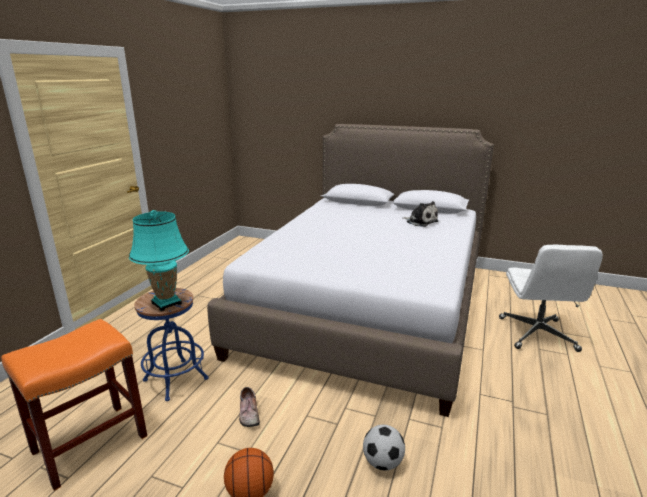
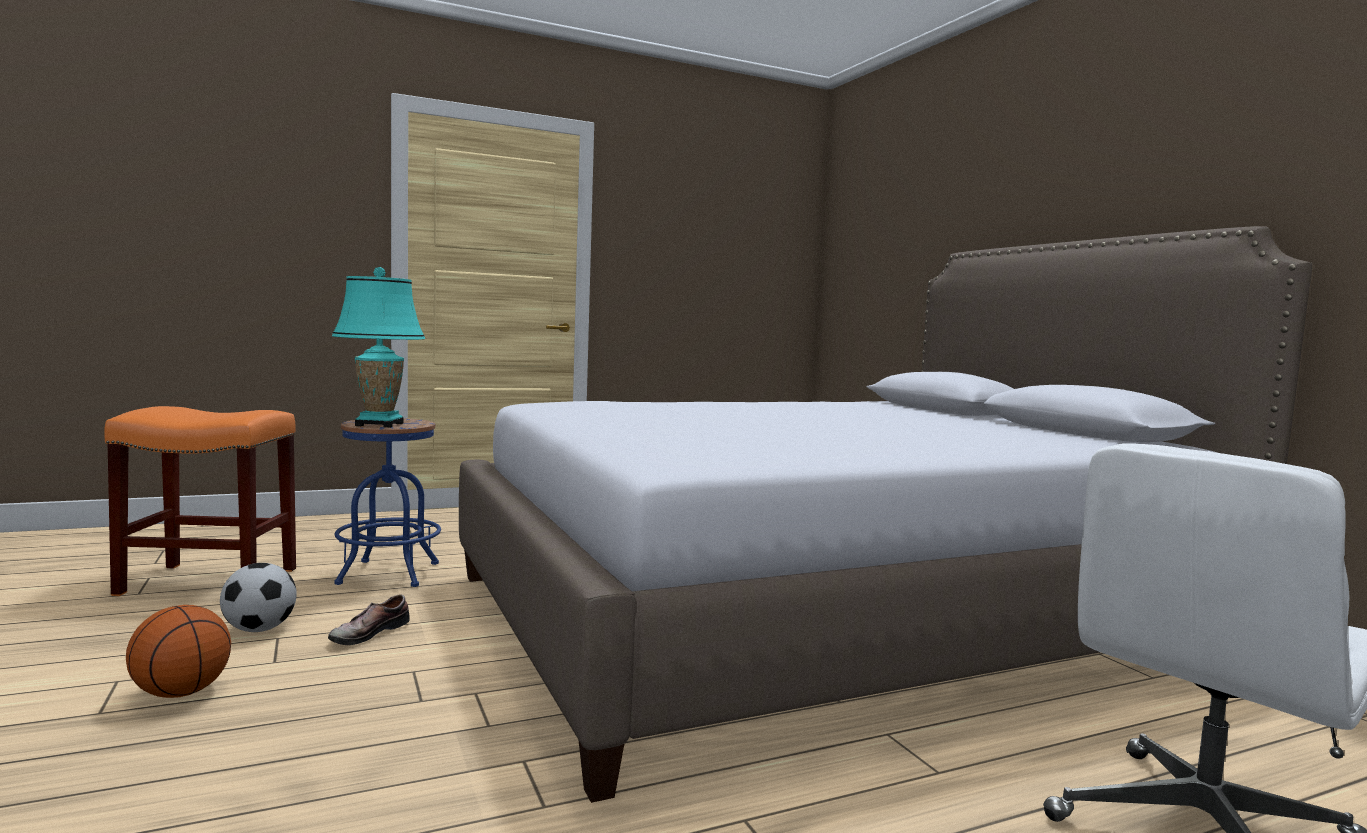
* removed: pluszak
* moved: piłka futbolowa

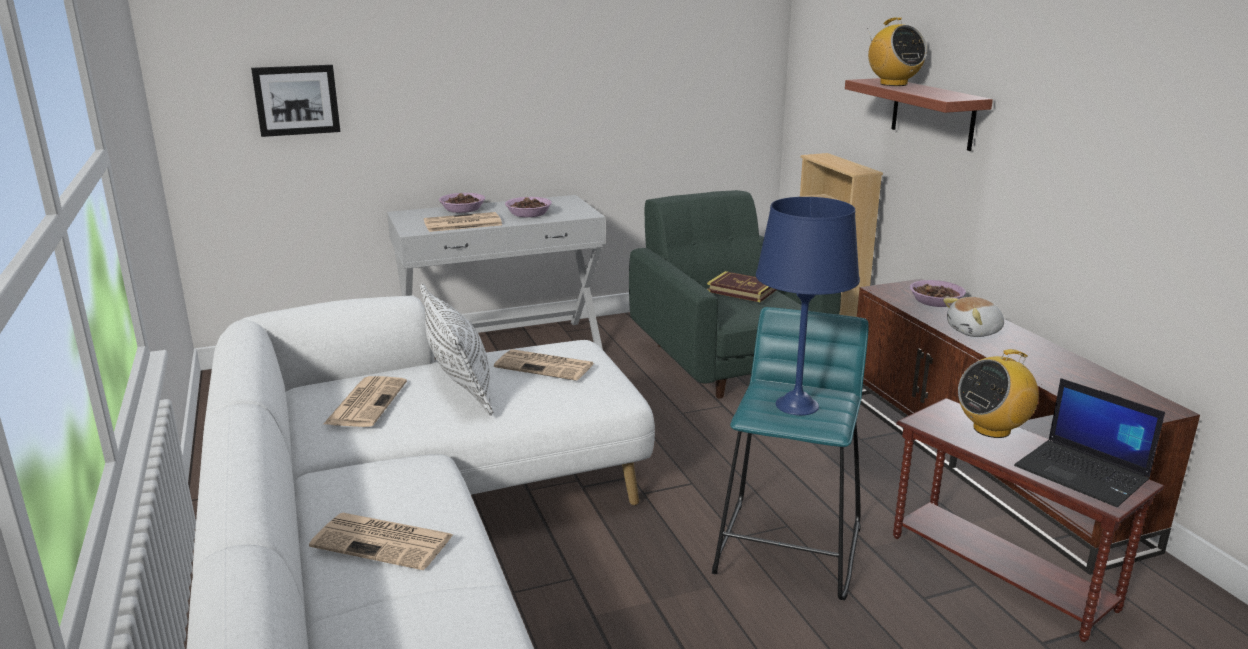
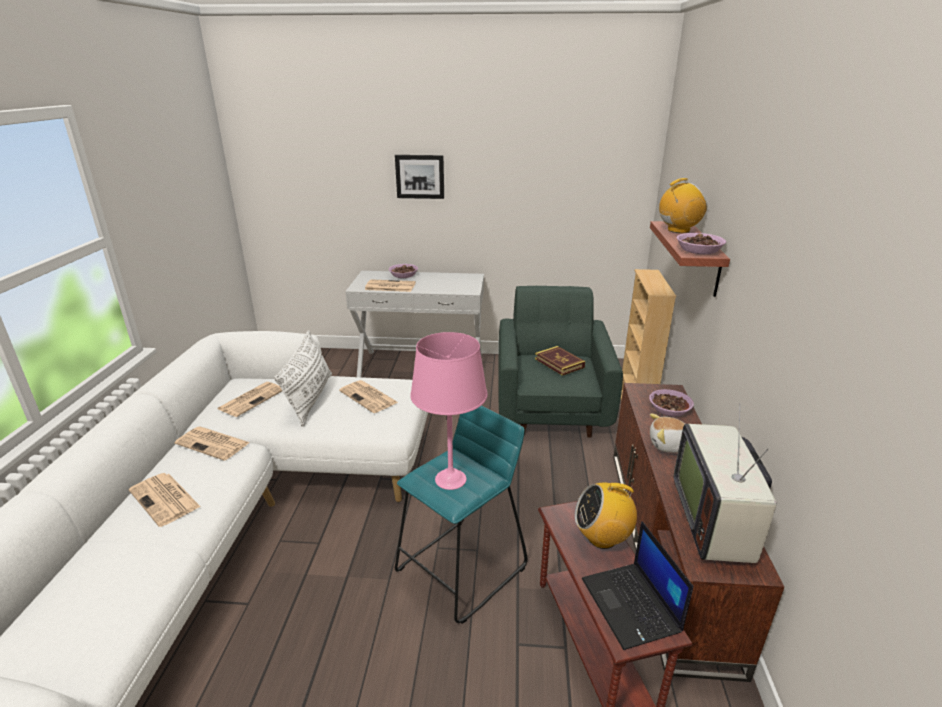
* added: gazeta (2nd from left)
* added: telewizor
* moved: obraz
* moved: miska (2nd from left in the first image) to miska (3rd from left)
* recoloured: lampa stołowa (niebieski) to lampa stołowa (różowy)
* turned: radio (1st from left in the first image) 105 degrees counterclockwise

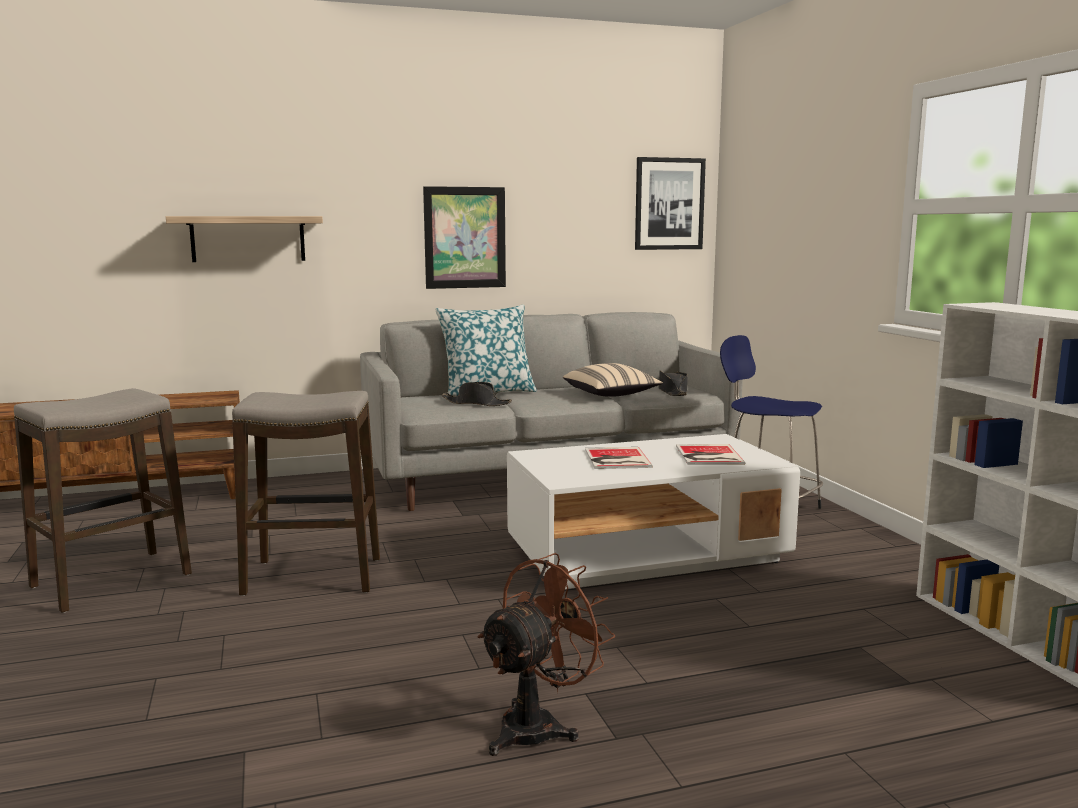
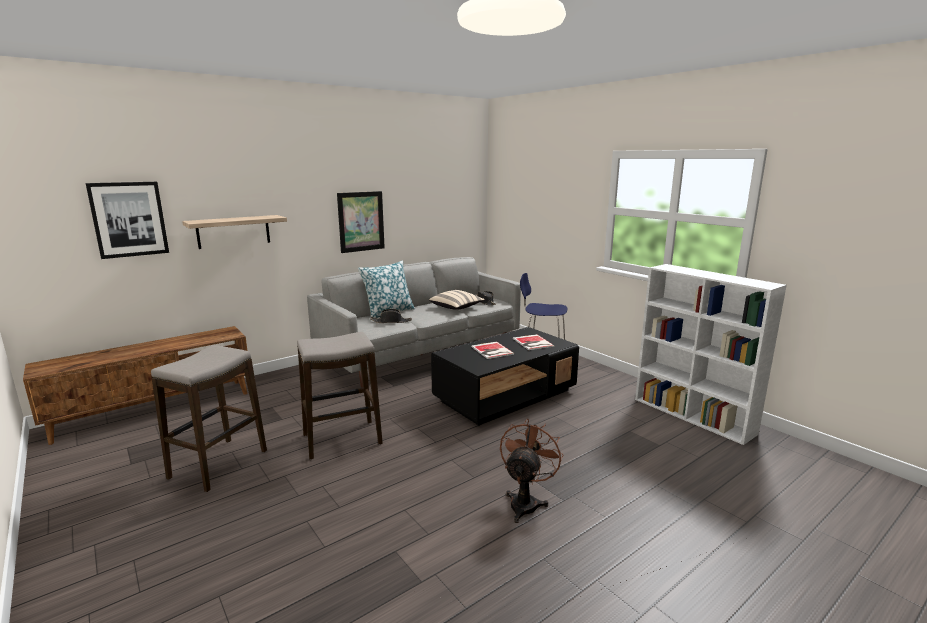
* moved: obraz (2nd from left in the first image) to obraz (1st from left)
* recoloured: ława (biały) to ława (czarny)

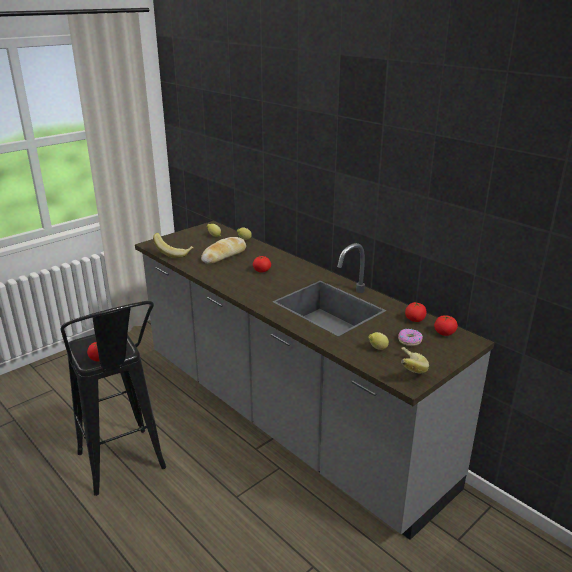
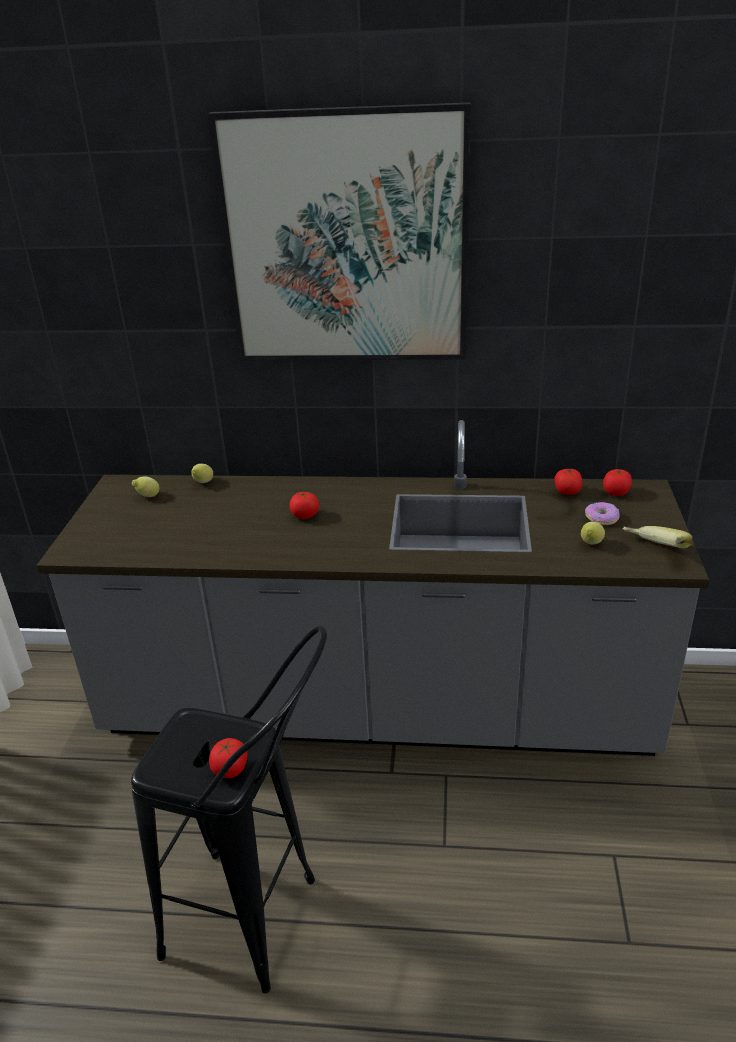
* removed: banan (1st from left)
* removed: chleb
* added: obraz

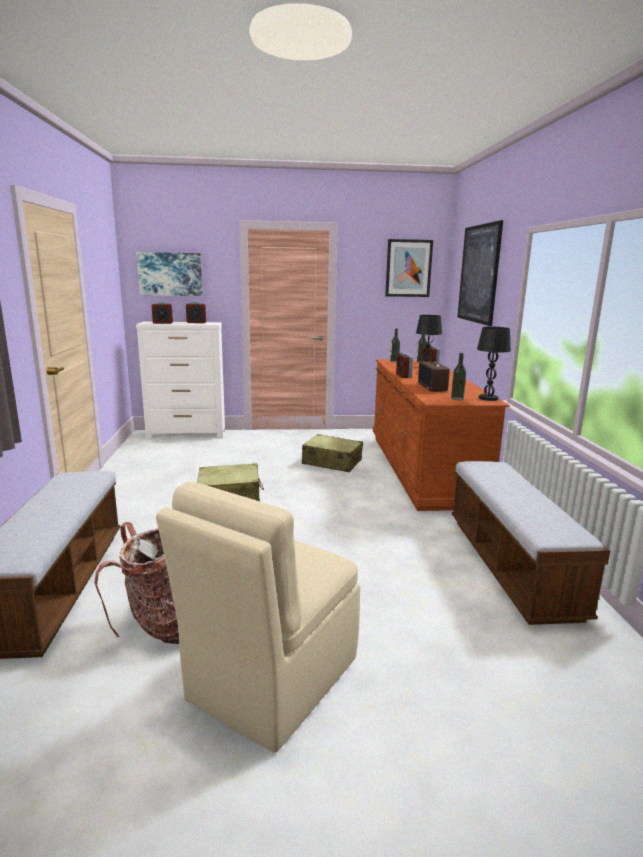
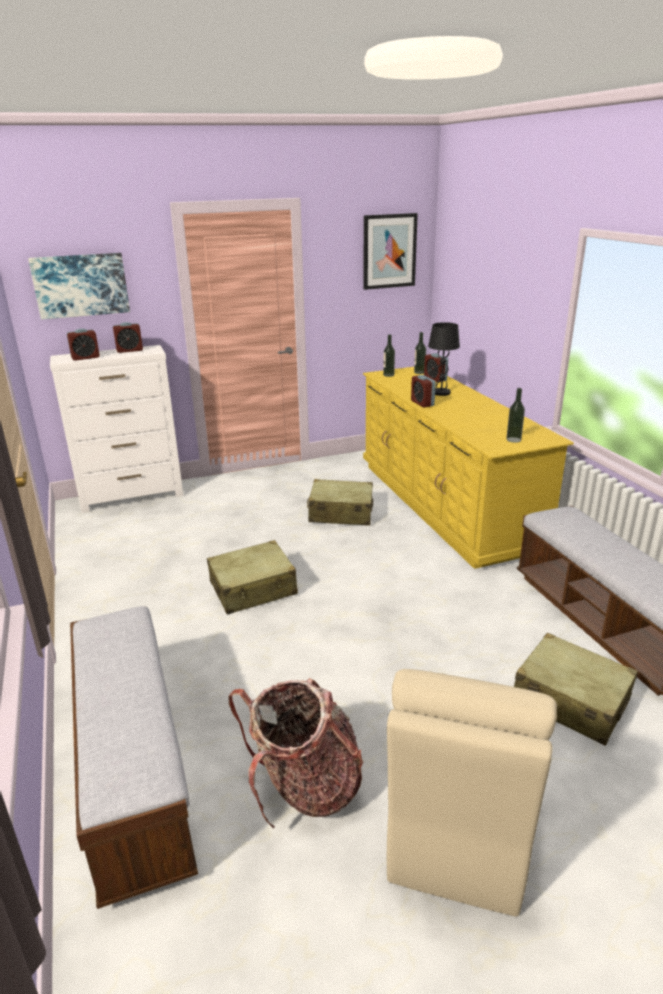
* removed: radio
* removed: obraz (3rd from left)
* removed: lampa stołowa (czarny) (2nd from left)
* added: walizka (beżowy) (3rd from left)
* recoloured: komoda (brązowy) to komoda (żółty)

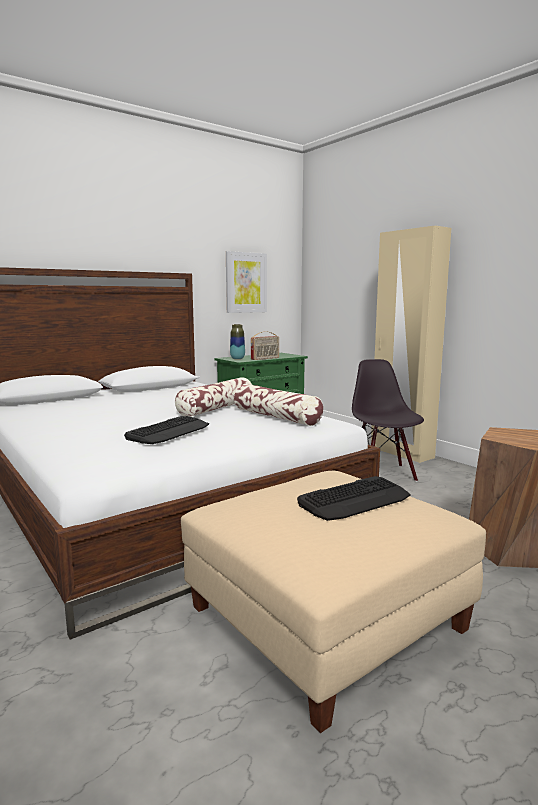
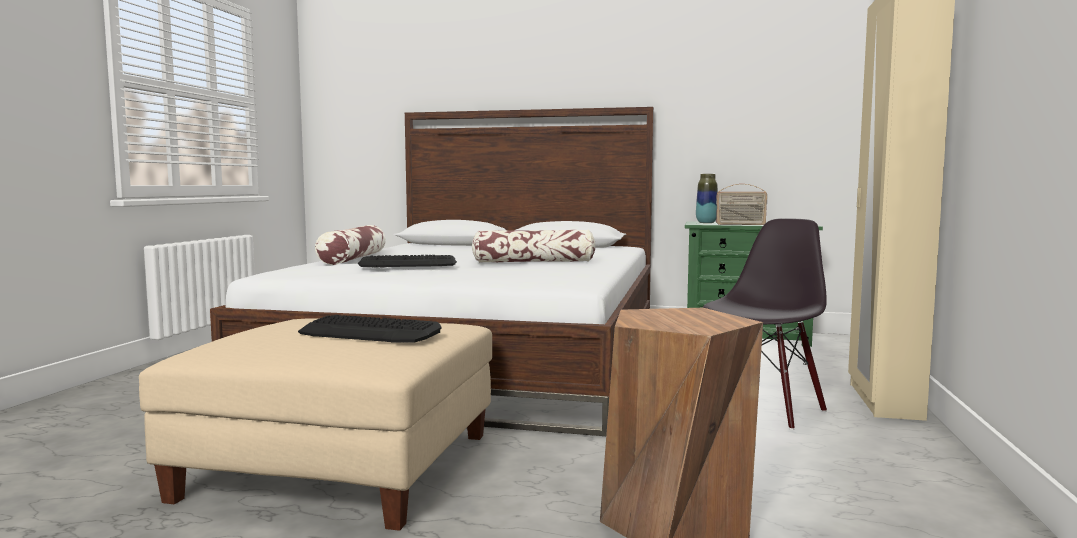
* removed: obraz
* moved: poduszka (2nd from left in the first image) to poduszka (1st from left)

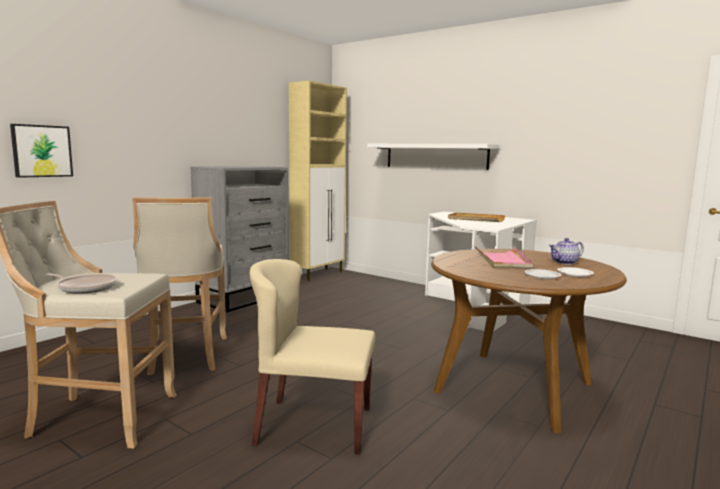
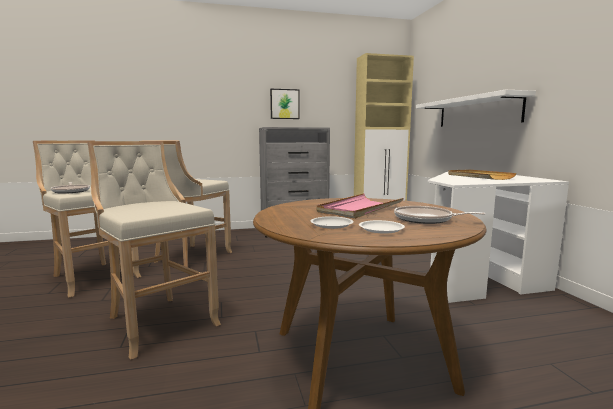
* moved: obraz
* replaced: krzesło (beżowy) to stołek (beżowy) (2nd from left)
* replaced: imbryk to patelnia (2nd from left)

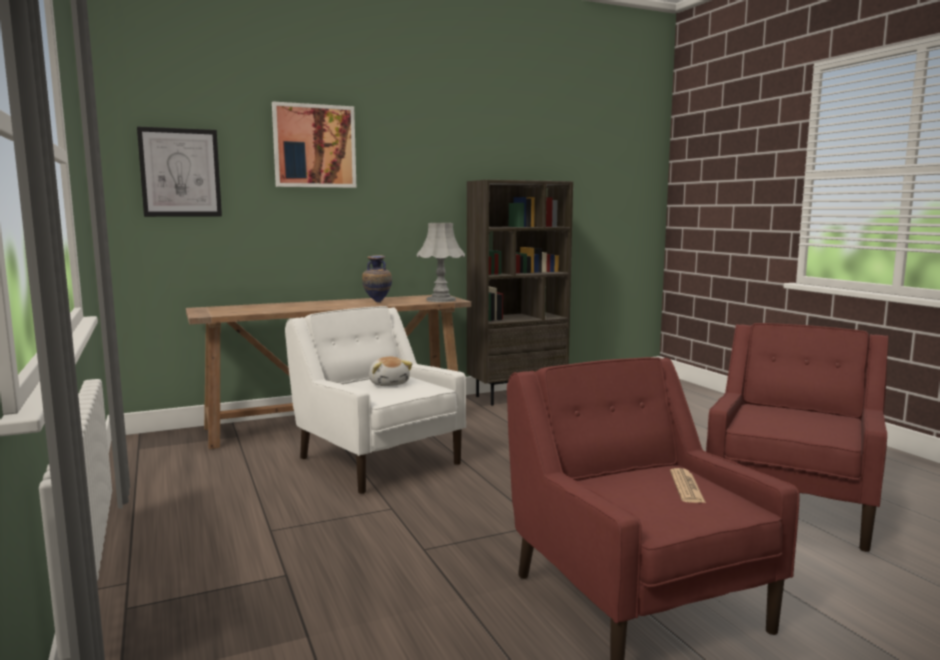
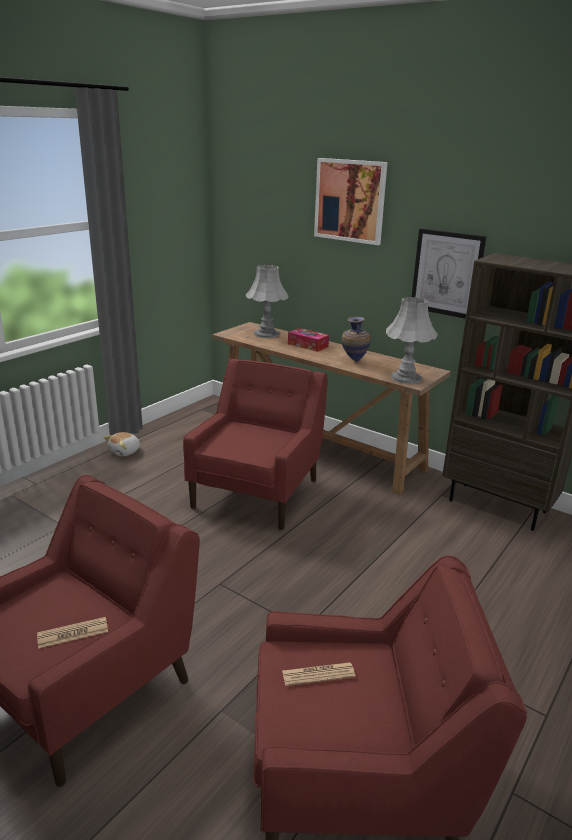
* added: lampa stołowa (szary) (1st from left)
* added: gazeta (2nd from left)
* added: pudełko chusteczek
* moved: obraz (1st from left in the first image) to obraz (2nd from left)
* moved: pluszak
* recoloured: fotel (biały) to fotel (czerwony) (2nd from left)

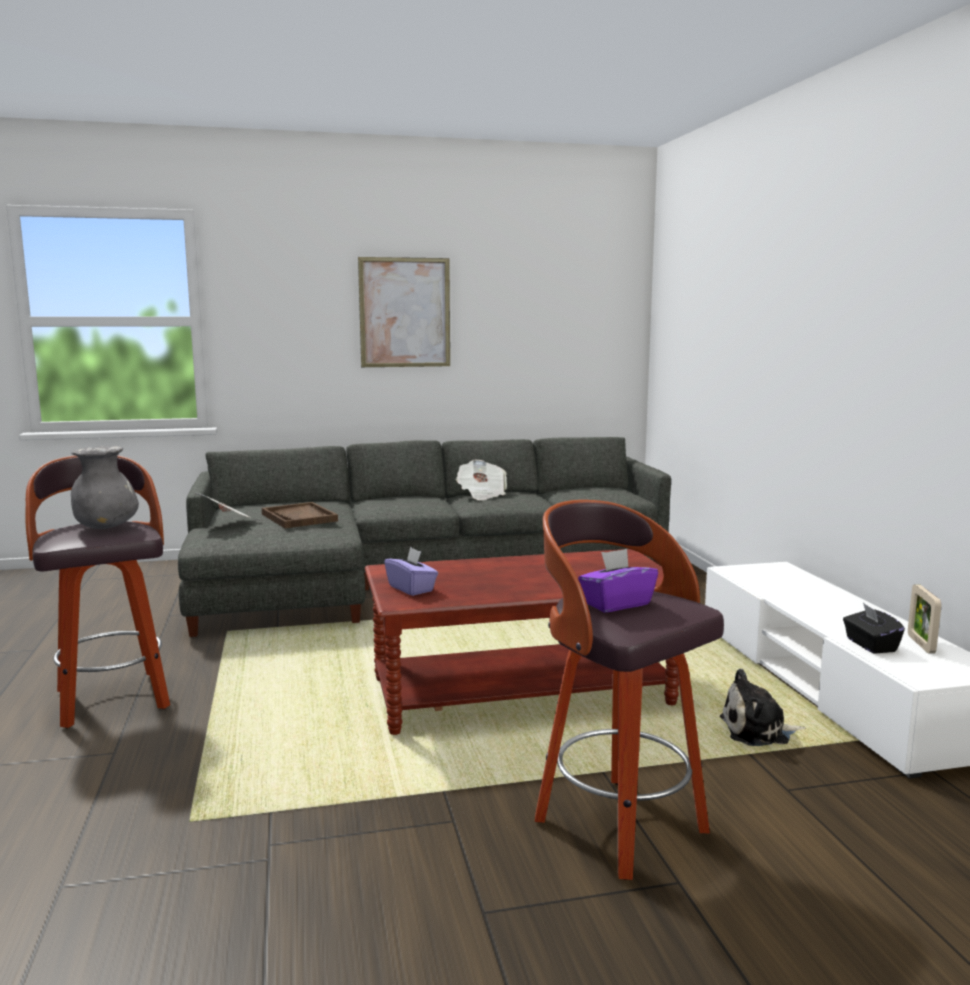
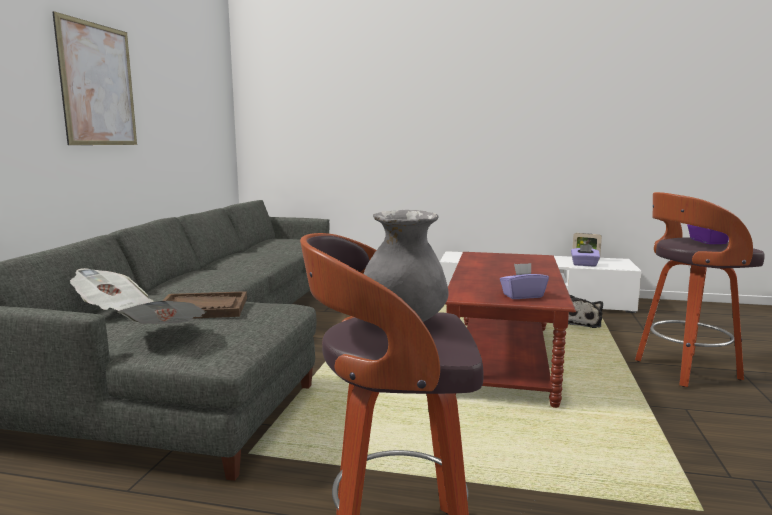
* moved: gazeta (2nd from left in the first image) to gazeta (1st from left)
* recoloured: pudełko chusteczek (czarny) to pudełko chusteczek (fioletowy) (2nd from left)

